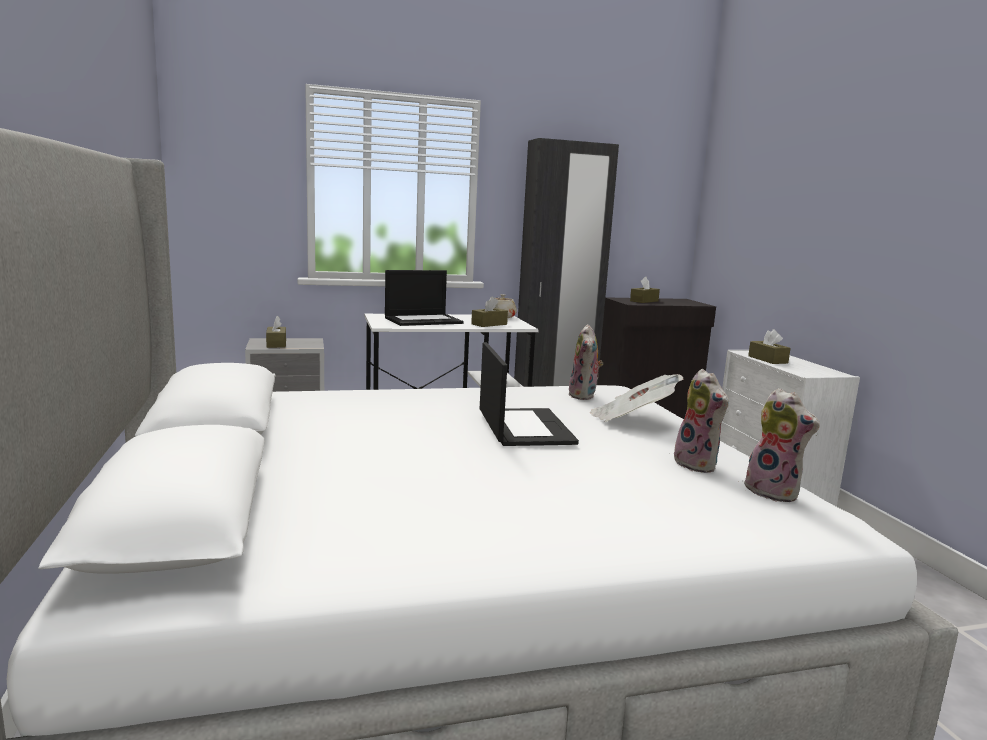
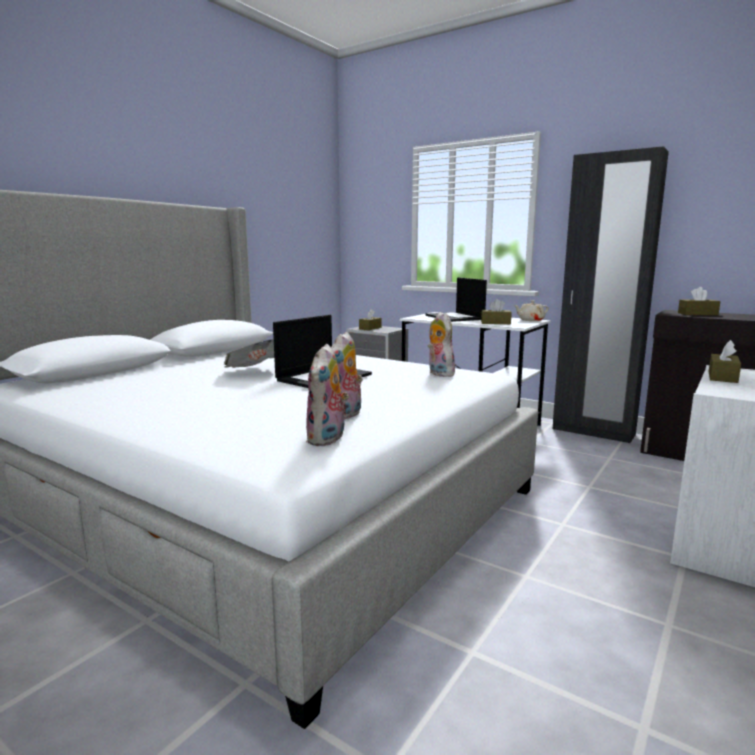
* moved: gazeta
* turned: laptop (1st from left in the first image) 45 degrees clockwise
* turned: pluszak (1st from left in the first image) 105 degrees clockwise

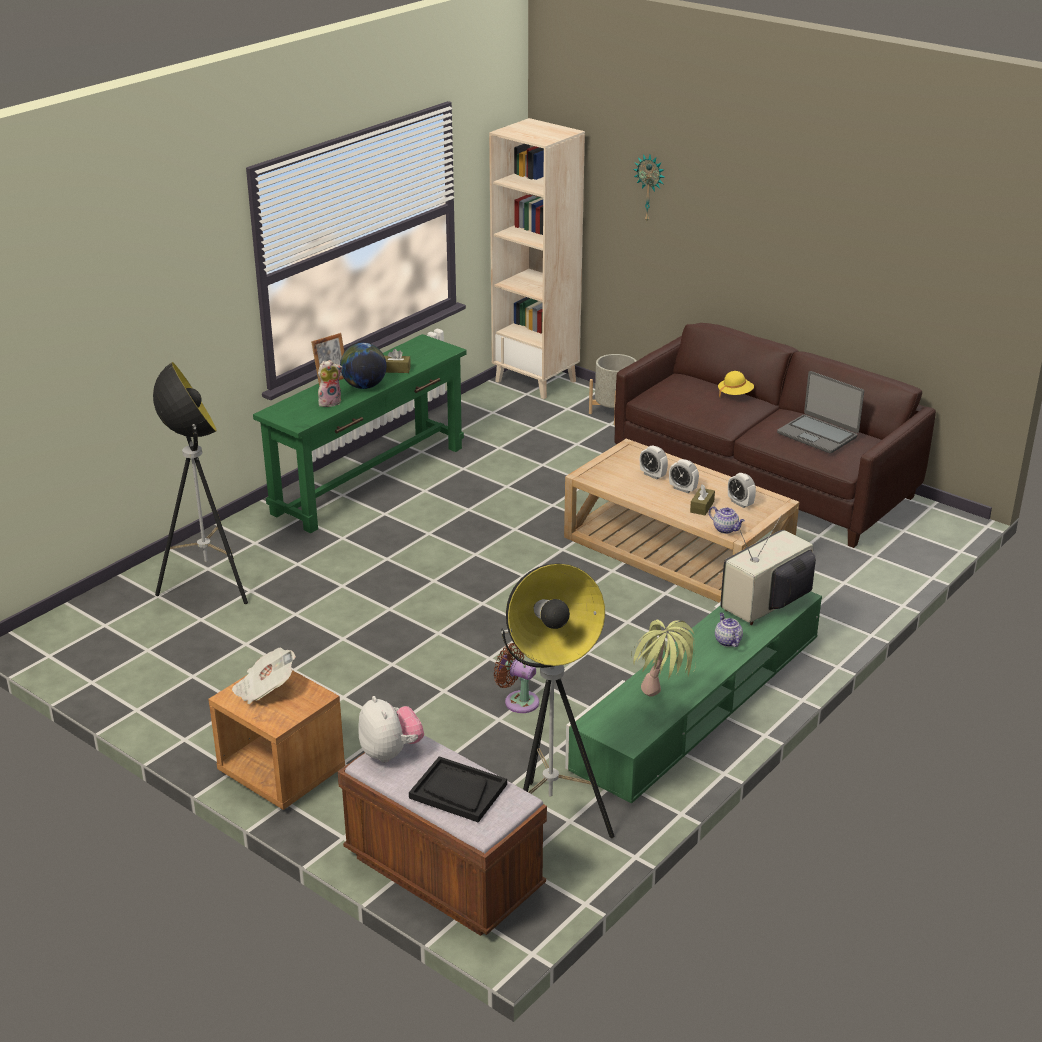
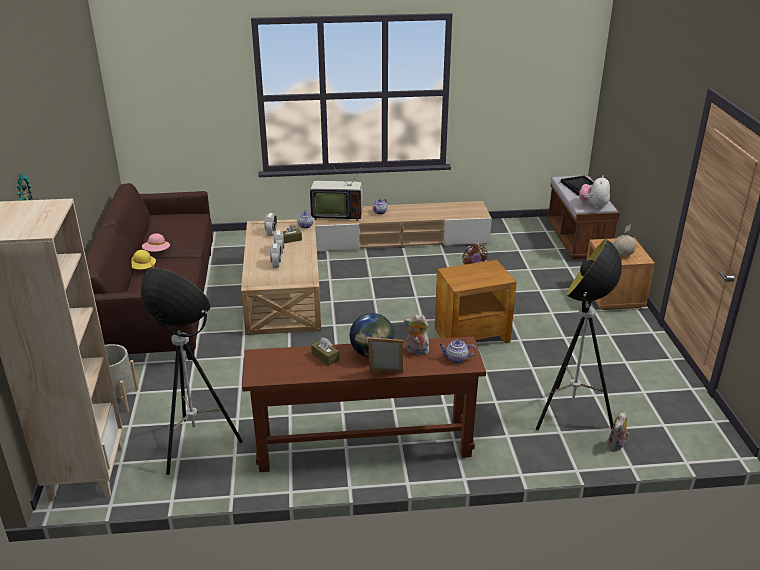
* removed: roślina doniczkowa
* removed: laptop
* added: kapelusz (różowy)
* added: stolik (brązowy)
* added: imbryk (3rd from left)
* added: pluszak (3rd from left)
* moved: lampa stojąca (2nd from left in the first image) to lampa stojąca (1st from left)
* replaced: gazeta to globus (2nd from left)
* recoloured: stolik konsolowy (zielony) to stolik konsolowy (brązowy)
* recoloured: szafka pod telewizor (zielony) to szafka pod telewizor (beżowy)

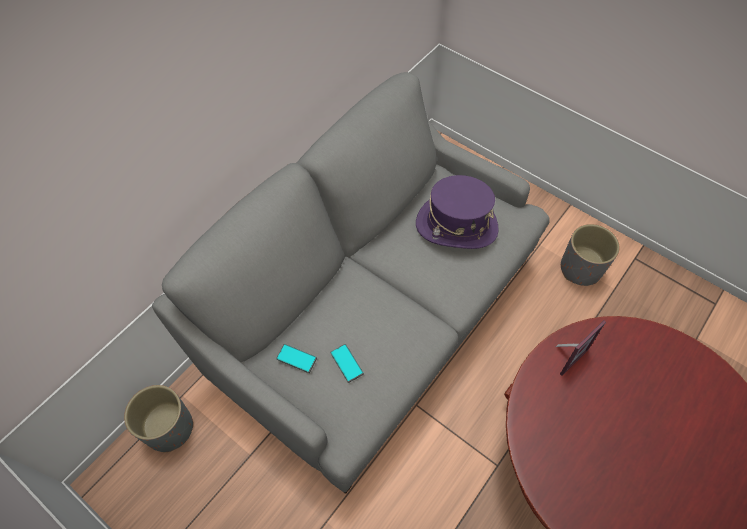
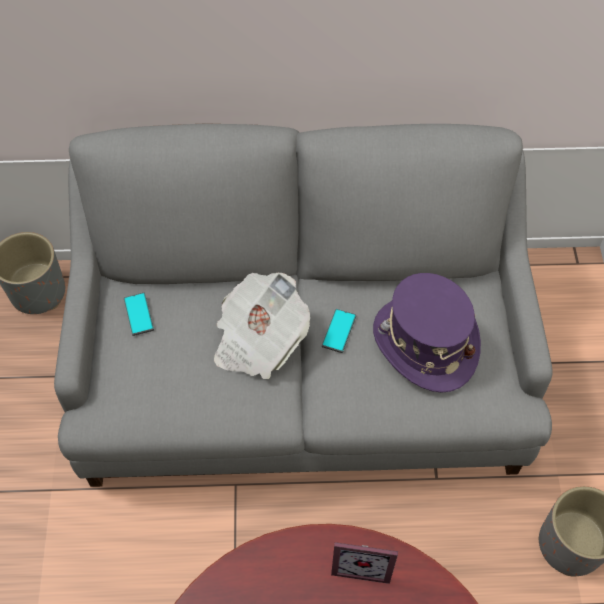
* added: gazeta
* moved: telefon (2nd from left)

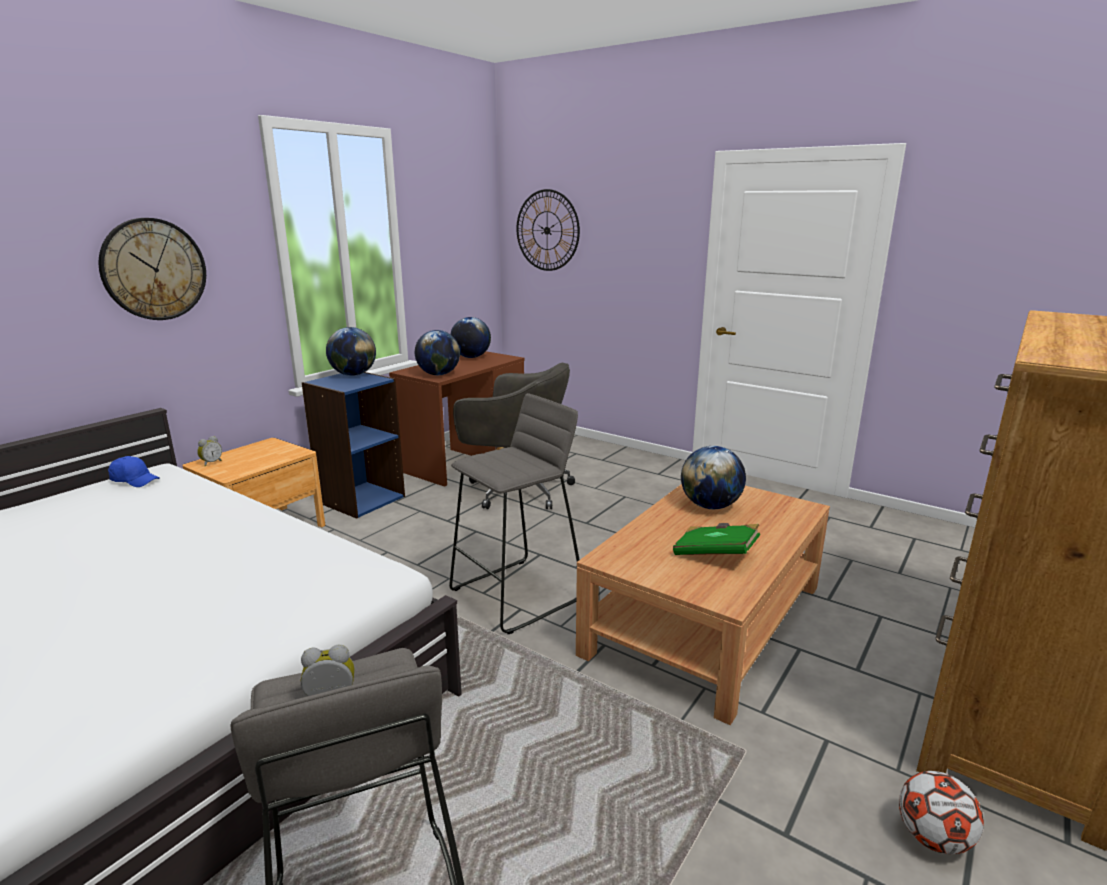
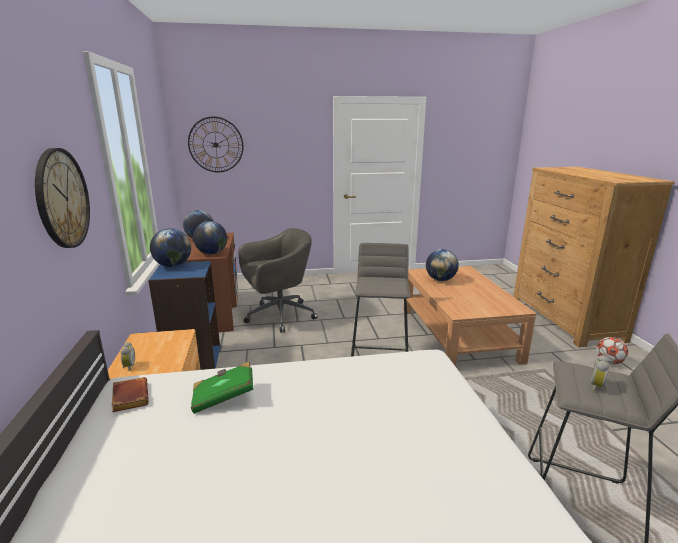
* moved: książka (zielony)
* replaced: czapka z daszkiem (niebieski) to książka (brązowy)

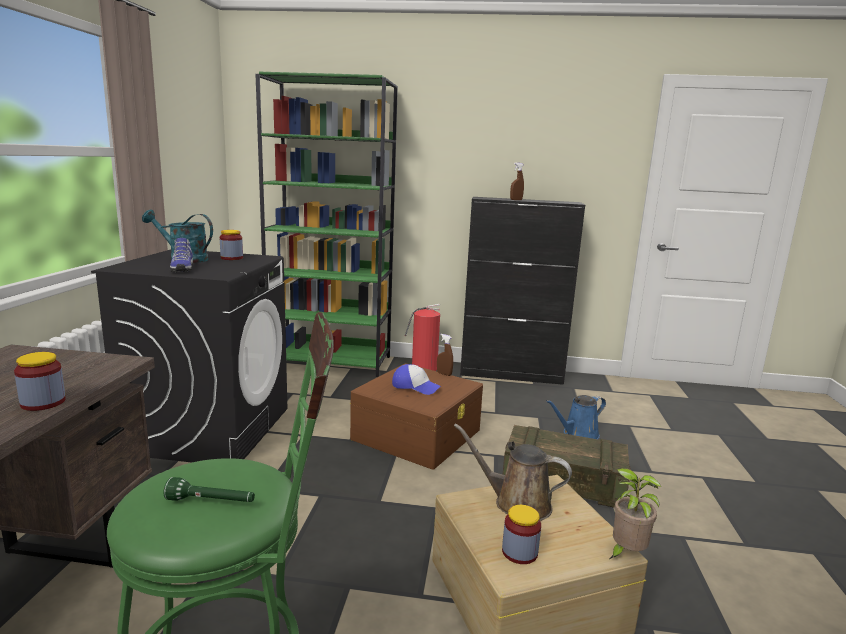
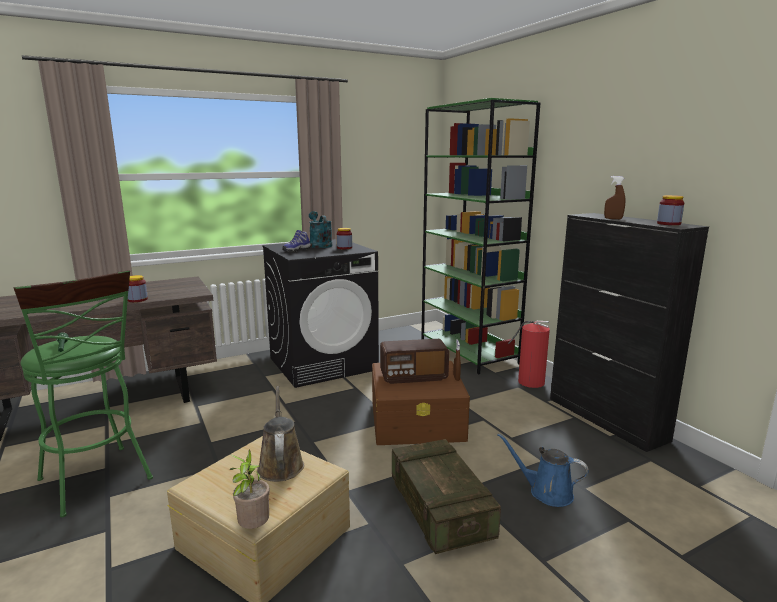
* moved: słoik (3rd from left)
* replaced: czapka z daszkiem to radio

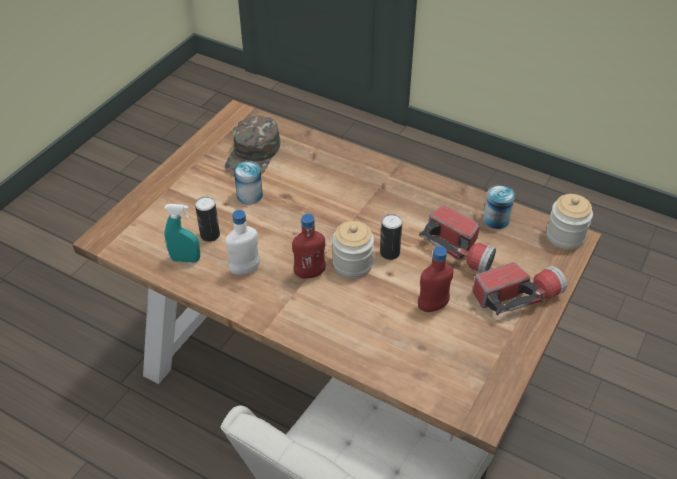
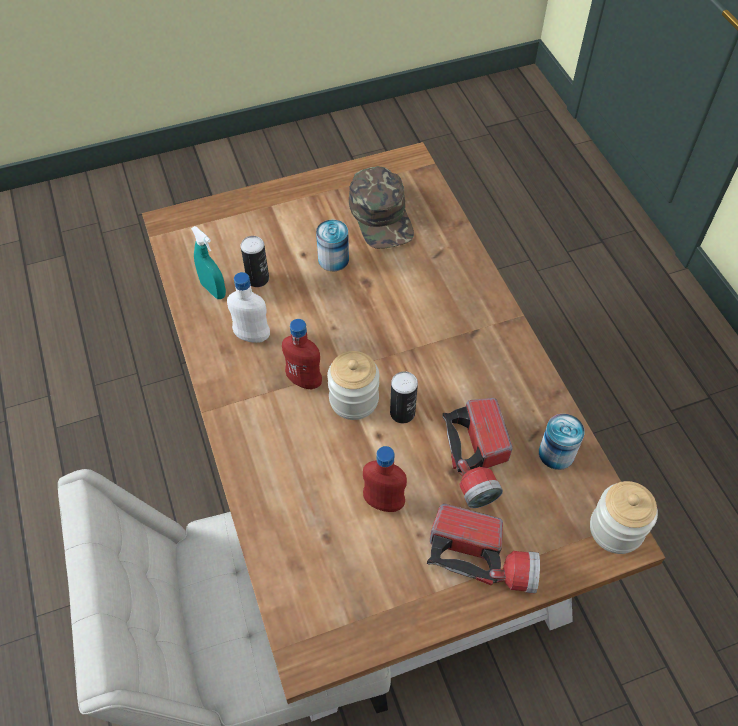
* turned: czapka z daszkiem (zielony) 75 degrees counterclockwise

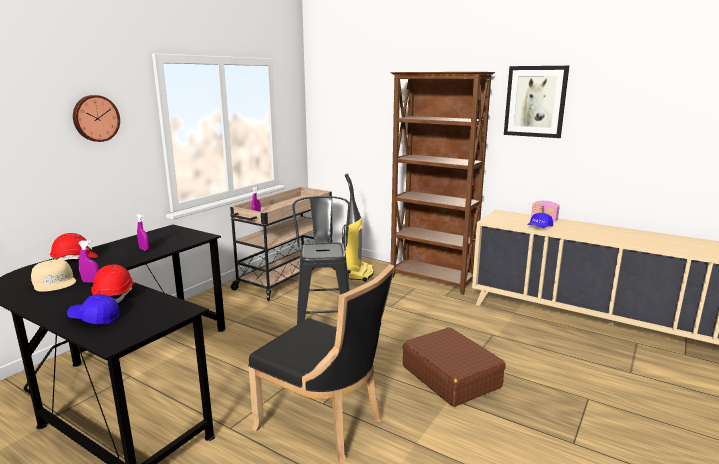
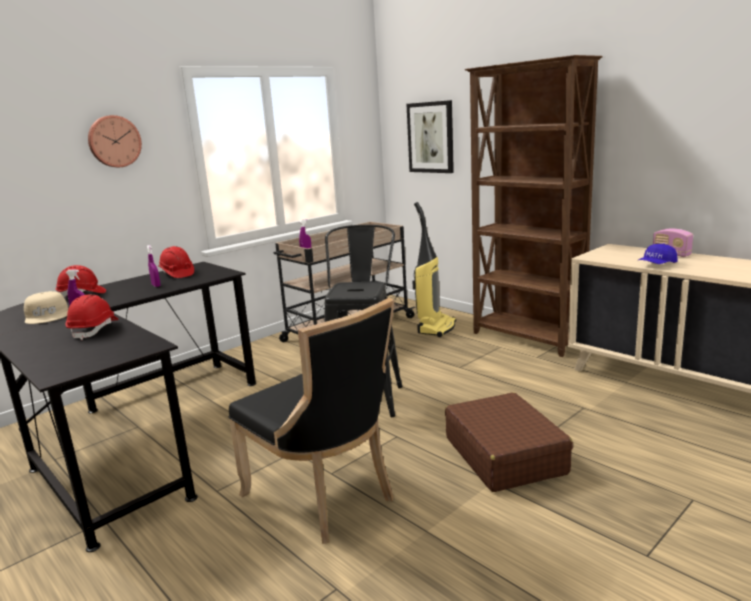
* removed: czapka z daszkiem (niebieski) (1st from left)
* added: kask (czerwony) (3rd from left)
* moved: obraz

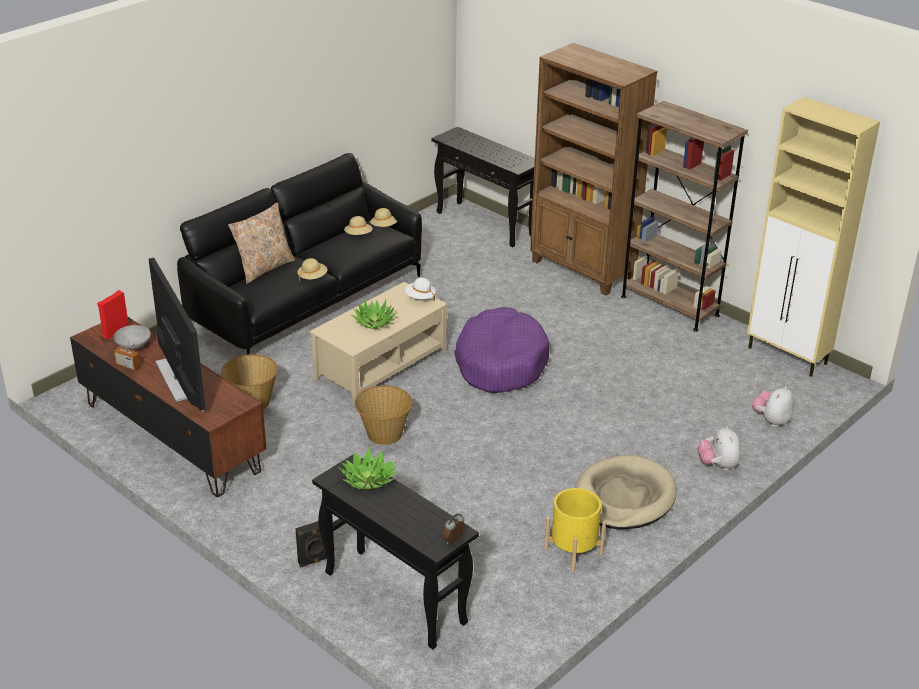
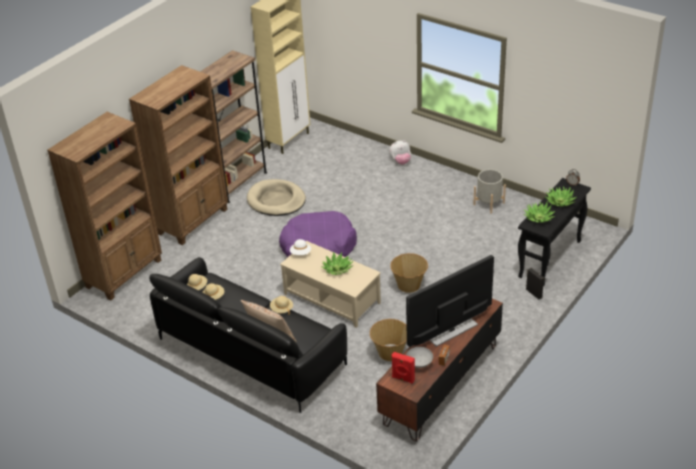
* removed: pluszak (2nd from left)
* added: roślina doniczkowa (3rd from left)
* moved: legowisko (beżowy)
* replaced: stolik konsolowy (czarny) (2nd from left) to regał (brązowy) (1st from left)
* recoloured: donica (żółty) to donica (szary)

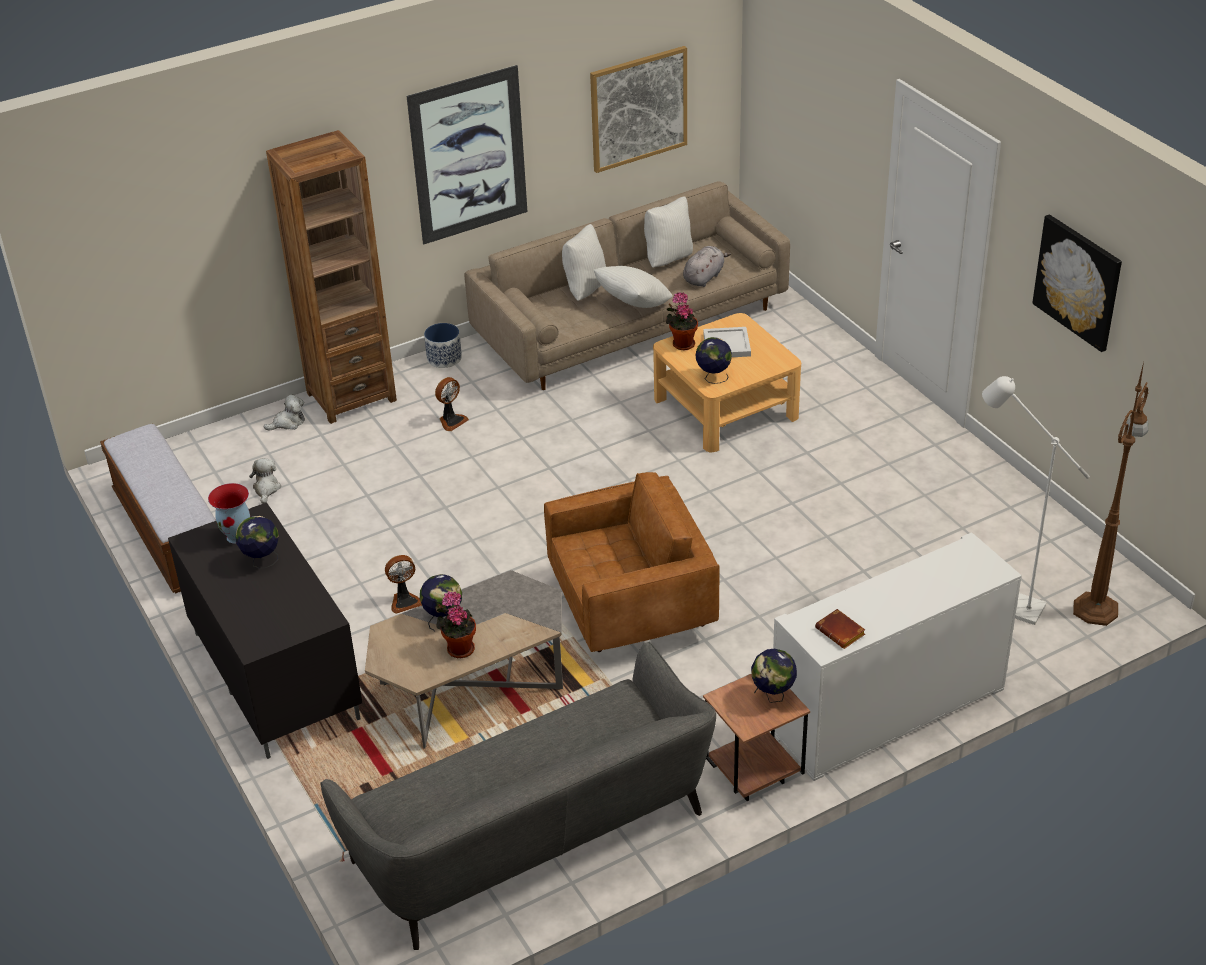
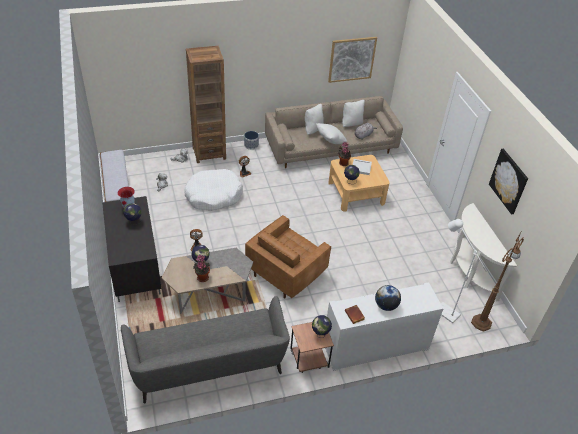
* removed: obraz (1st from left)
* added: legowisko (biały)
* added: globus (5th from left)
* added: stolik konsolowy (biały)
* turned: fotel (brązowy) 135 degrees clockwise

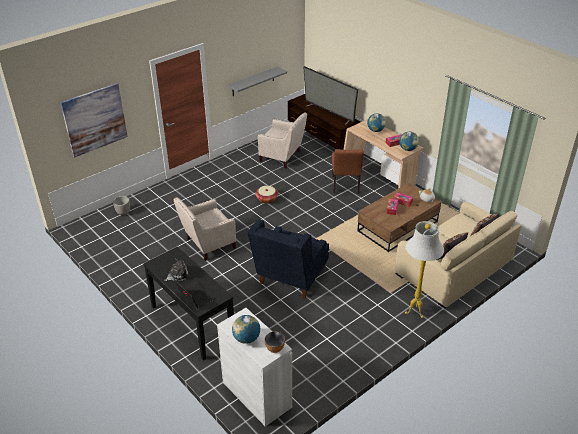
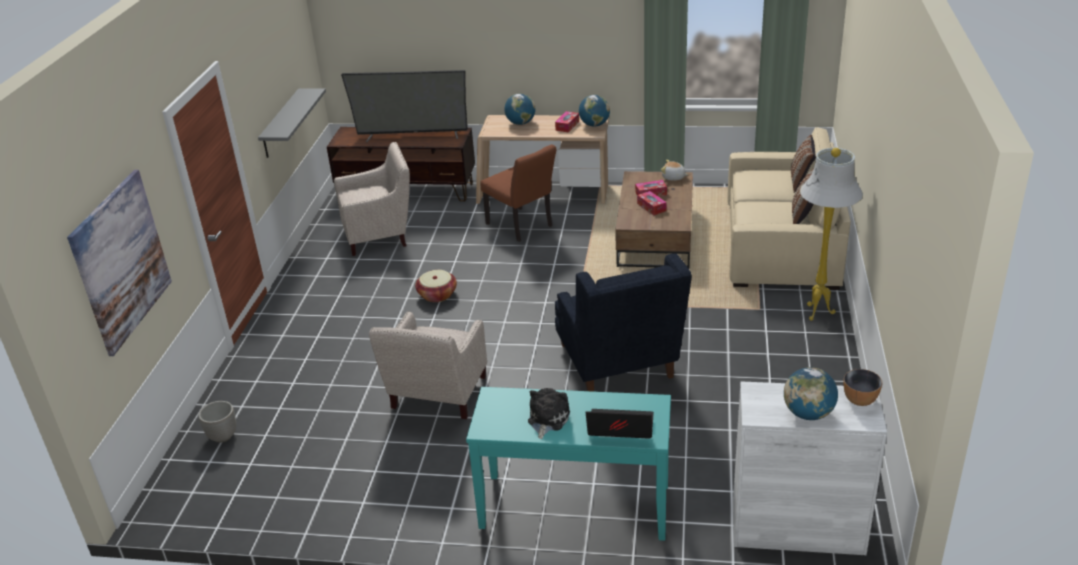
* recoloured: stolik konsolowy (czarny) to stolik konsolowy (turkusowy)

